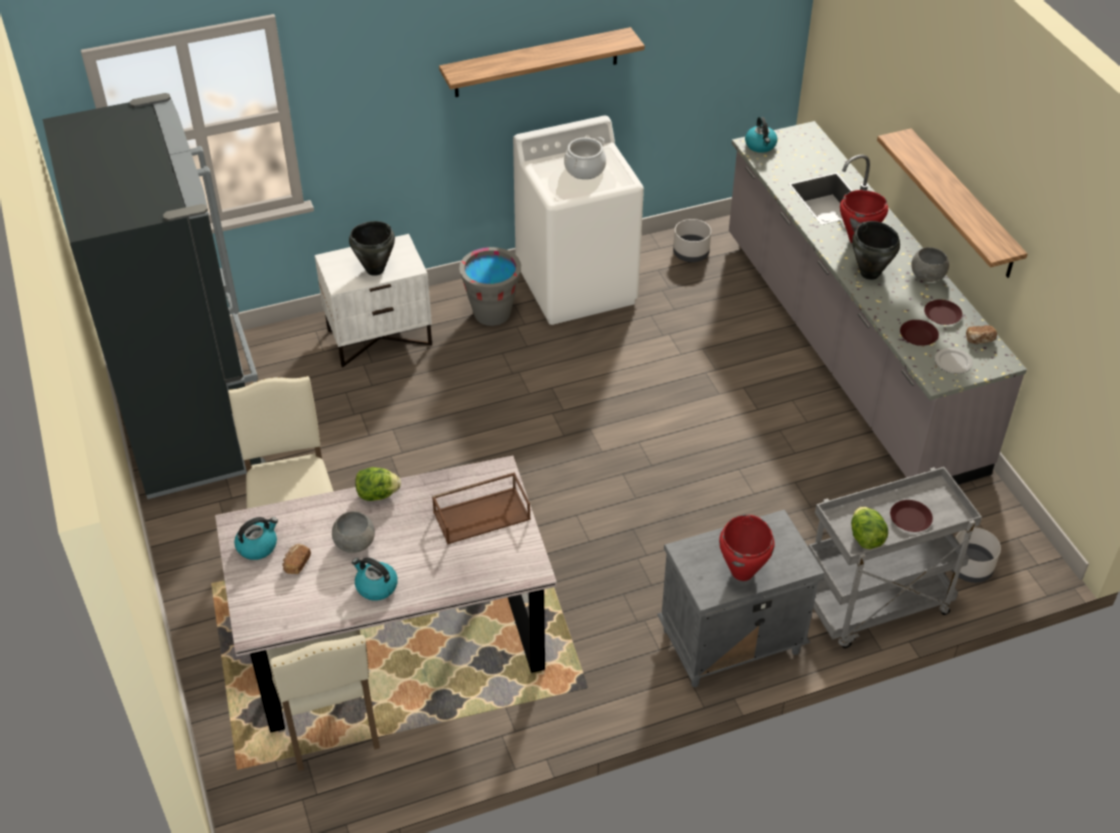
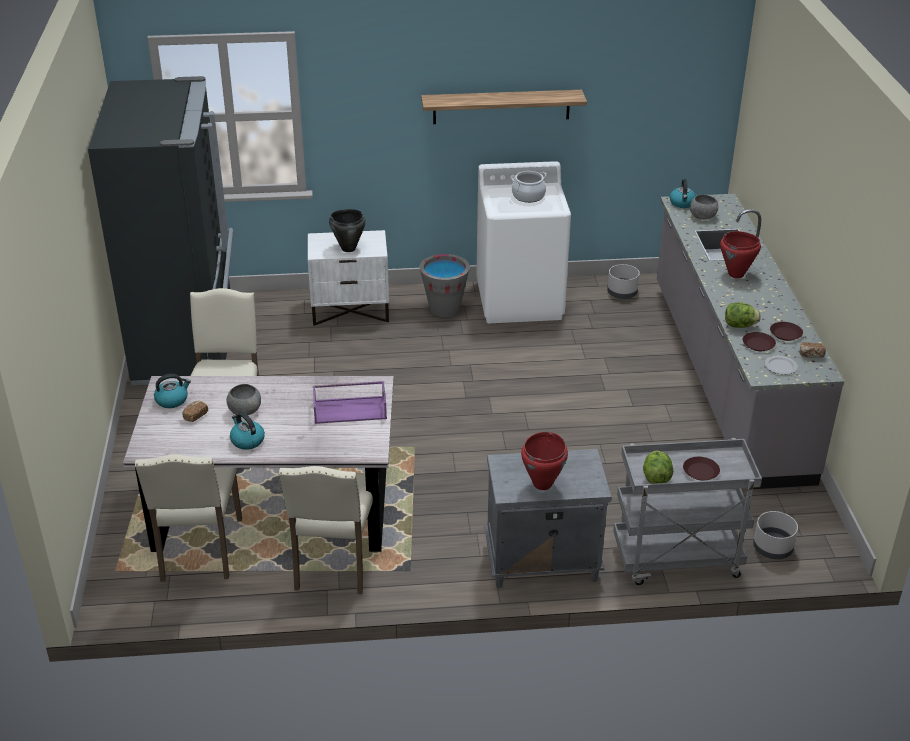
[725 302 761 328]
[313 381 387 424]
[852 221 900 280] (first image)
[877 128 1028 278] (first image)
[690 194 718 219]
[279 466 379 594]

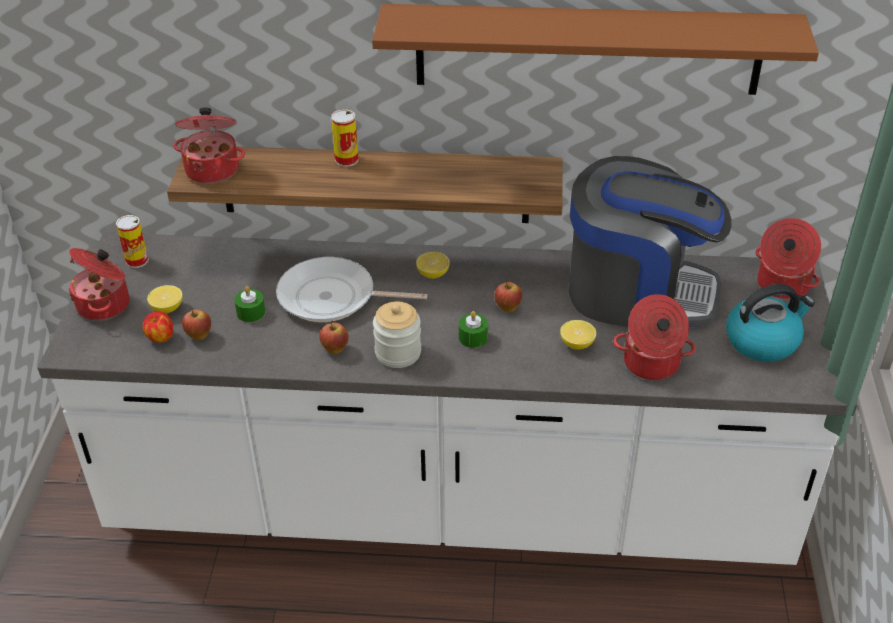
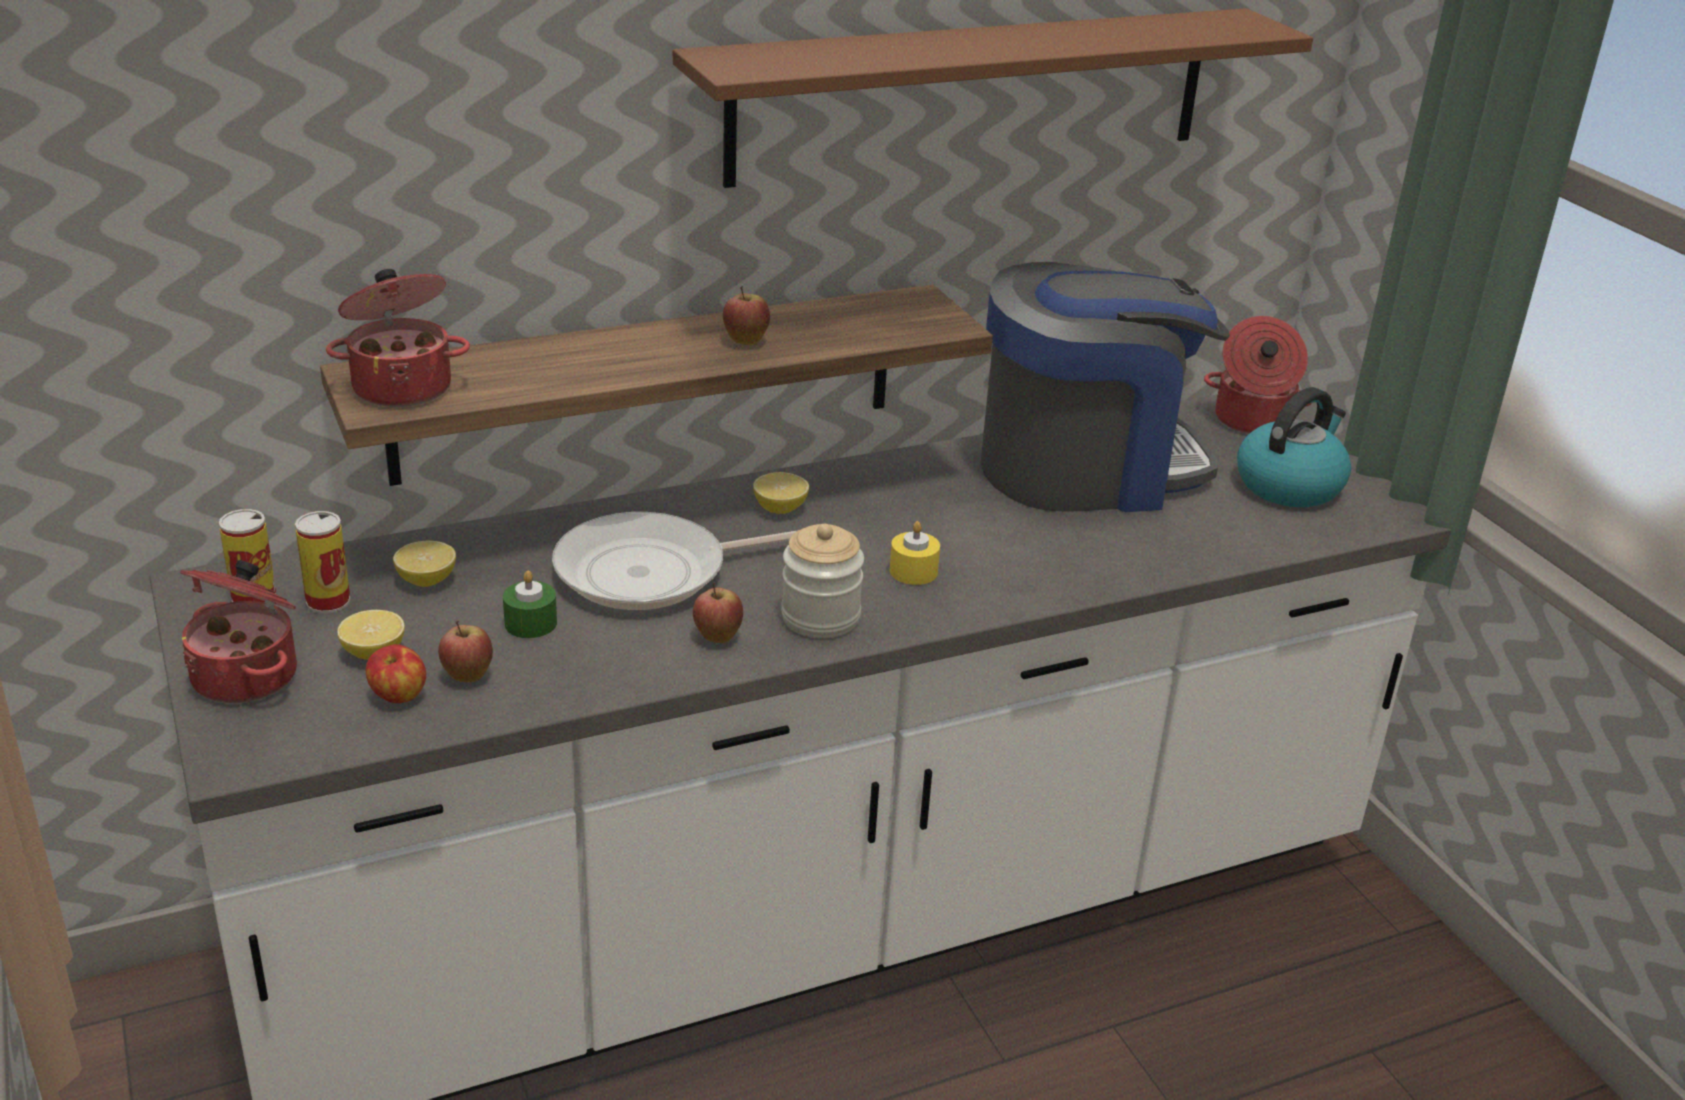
[295 511 351 614]
[890 521 940 585]
[723 286 770 345]
[393 541 456 587]
[614 294 696 380] (first image)

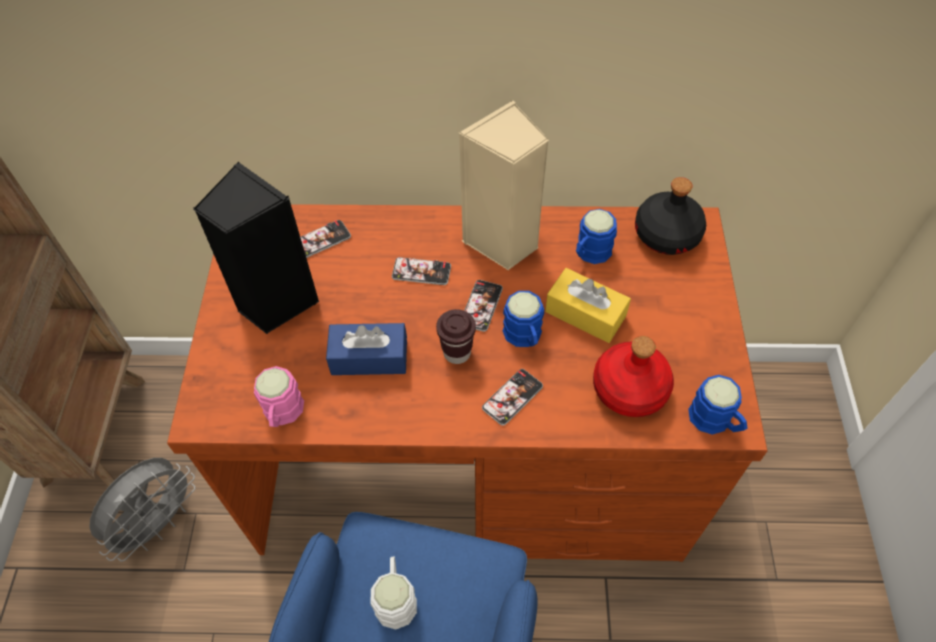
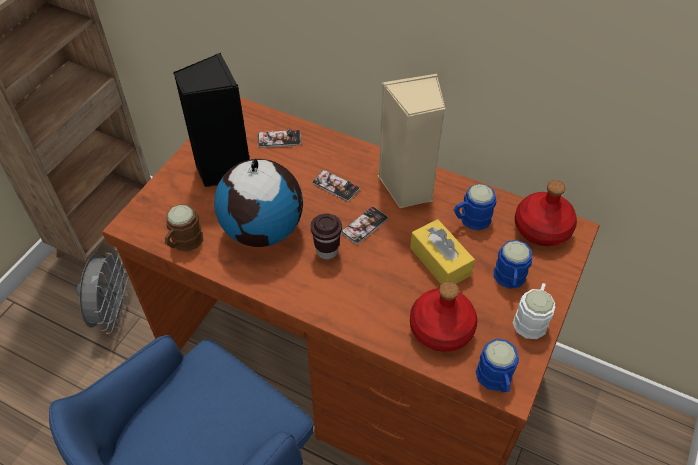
[76 249 129 334]
[165 204 203 251]
[214 159 303 247]
[513 283 555 339]
[482 369 543 426] (first image)
[494 240 532 289]
[515 180 577 246]

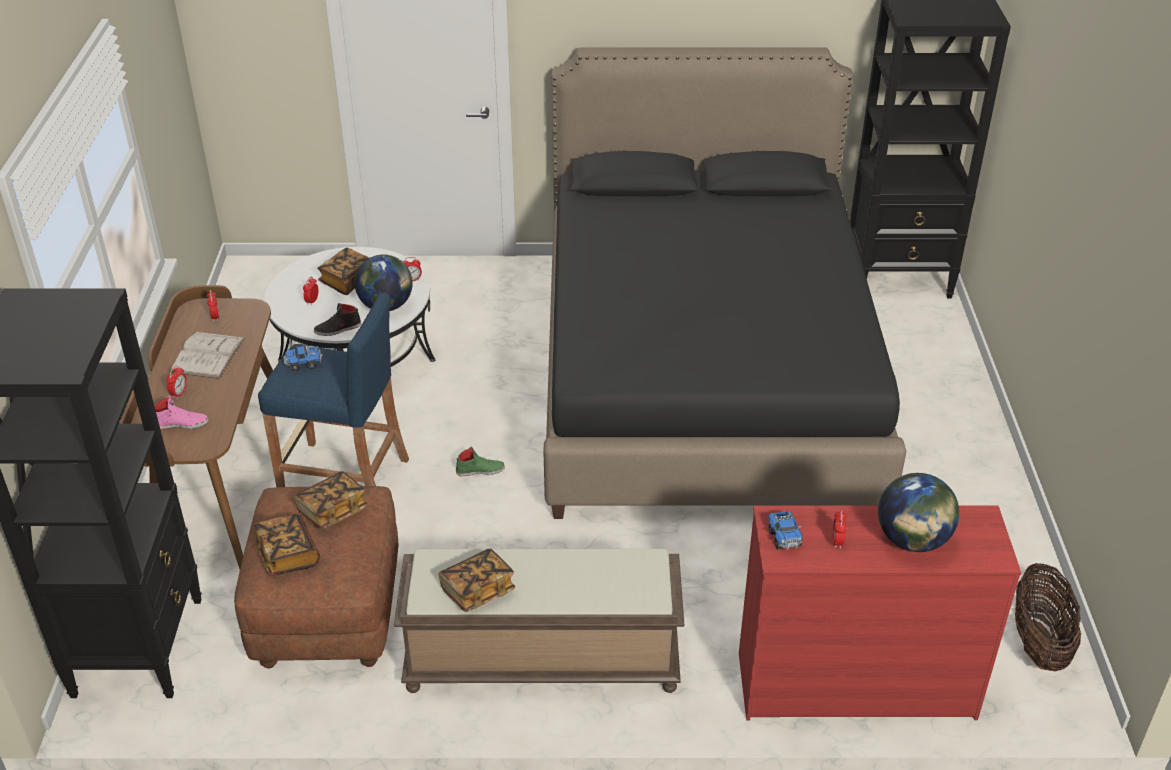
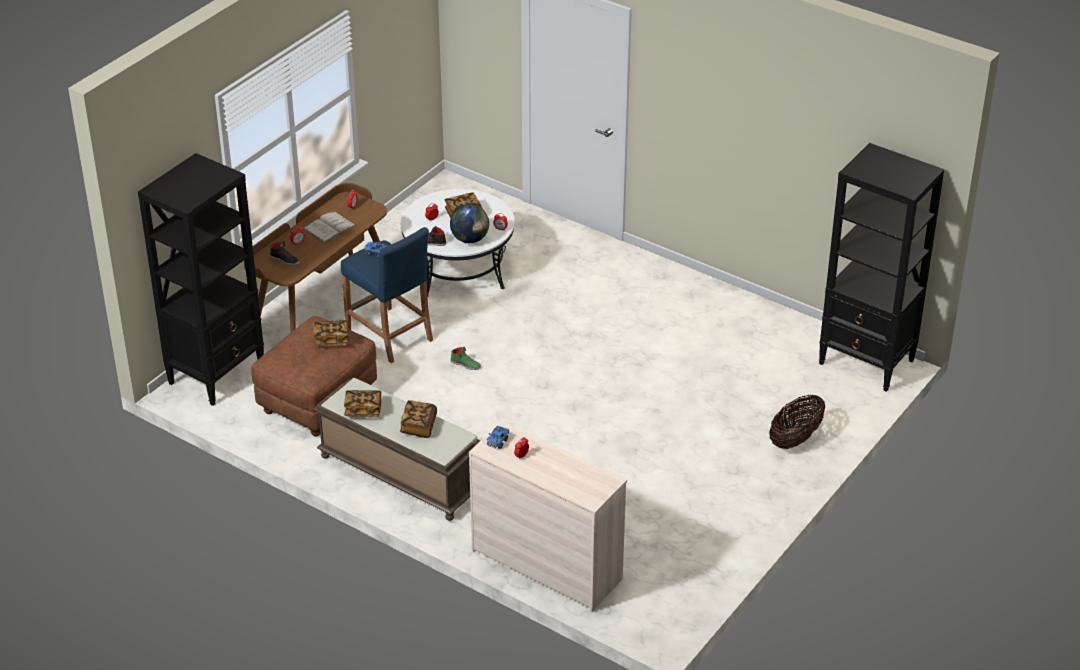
[270 242 299 265]
[400 400 437 438]
[543 47 906 519] (first image)
[469 422 627 612]
[878 473 959 552] (first image)
[769 394 825 449]

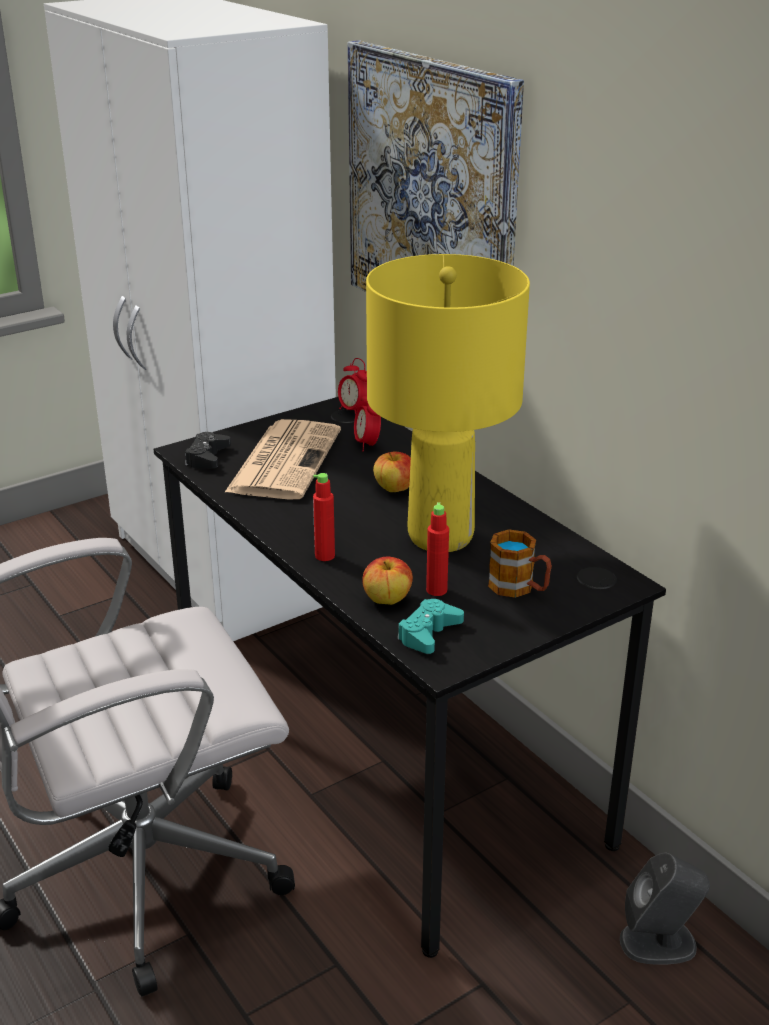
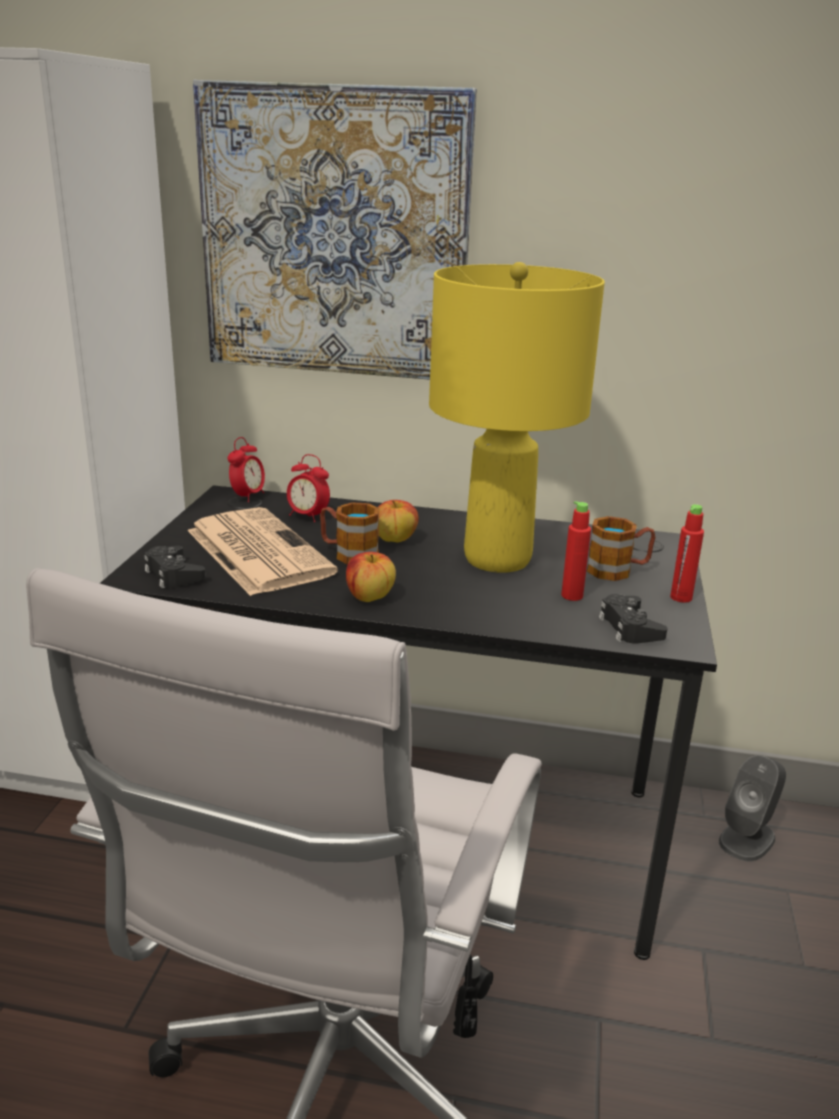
[670 504 704 603]
[227 437 265 502]
[346 552 396 602]
[599 594 667 644]
[320 502 380 565]

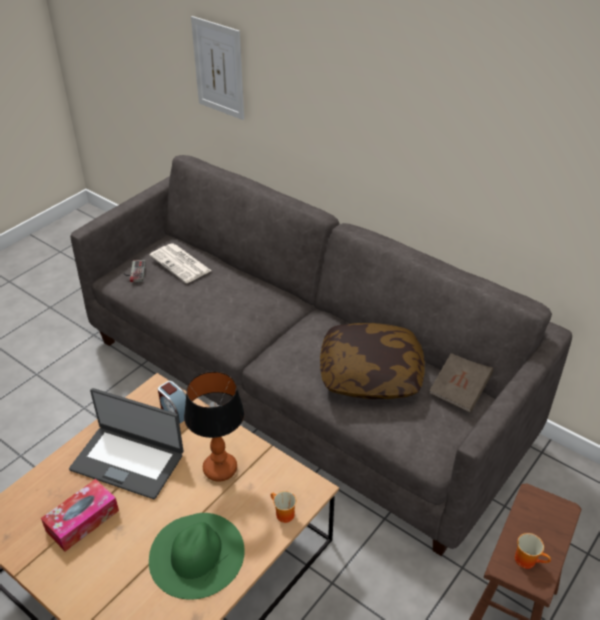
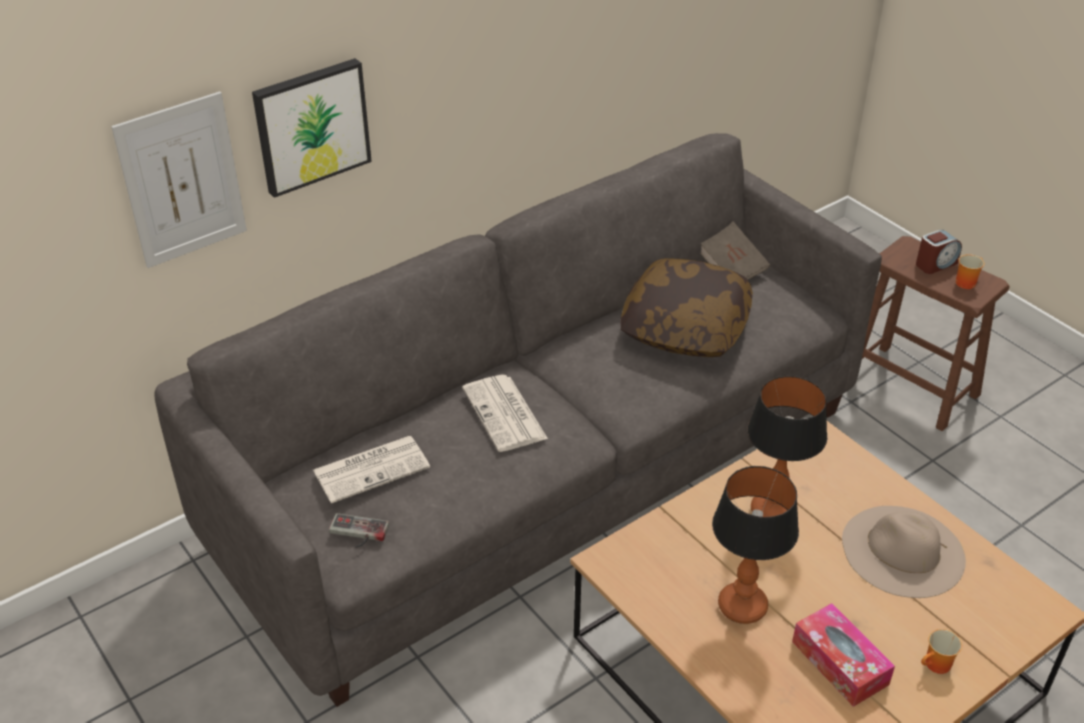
[712 466 799 624]
[842 506 966 598]
[916 229 962 274]
[921 629 962 674]
[252 58 372 198]
[462 375 548 452]

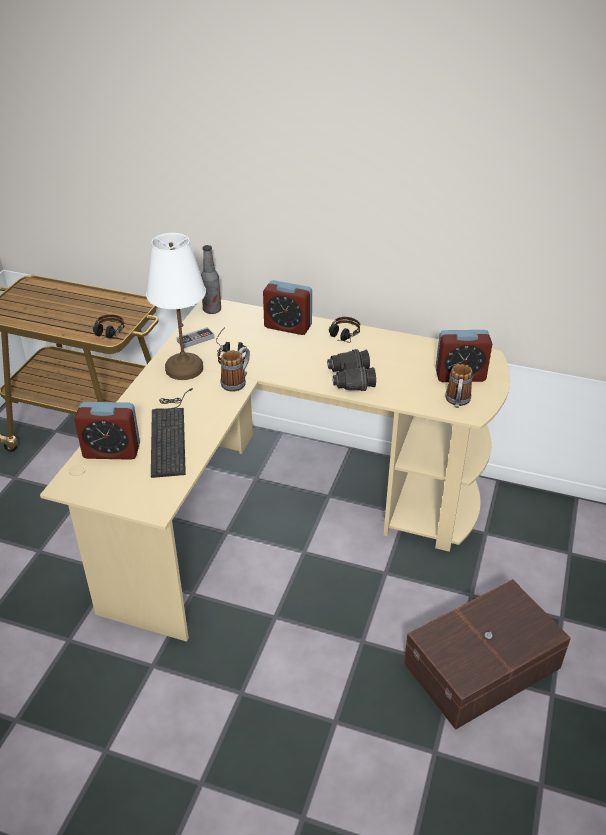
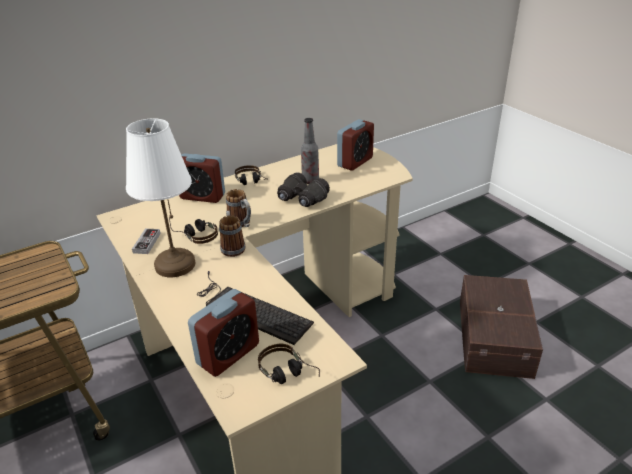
[258 344 320 384]
[301 118 319 184]
[179 153 225 203]
[226 189 251 227]

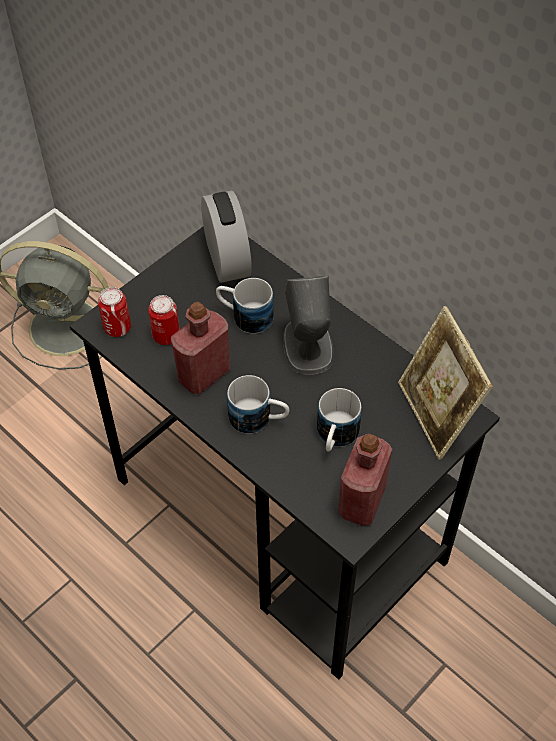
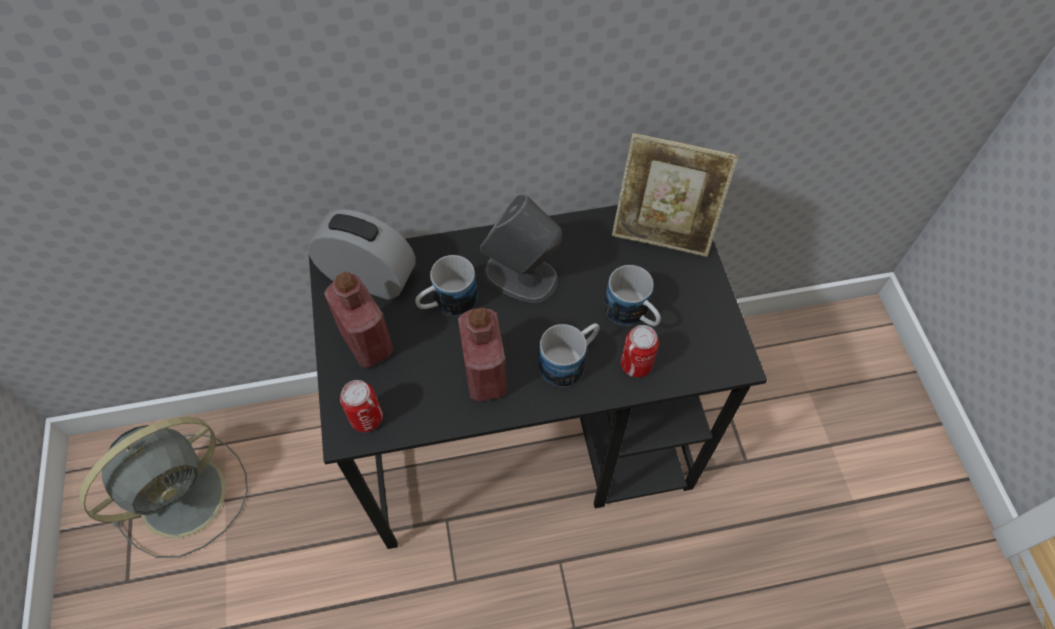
[621 325 659 377]
[324 272 394 367]

